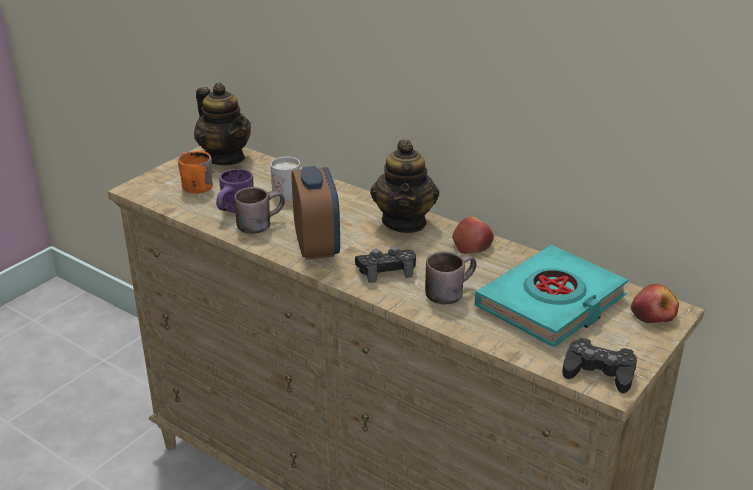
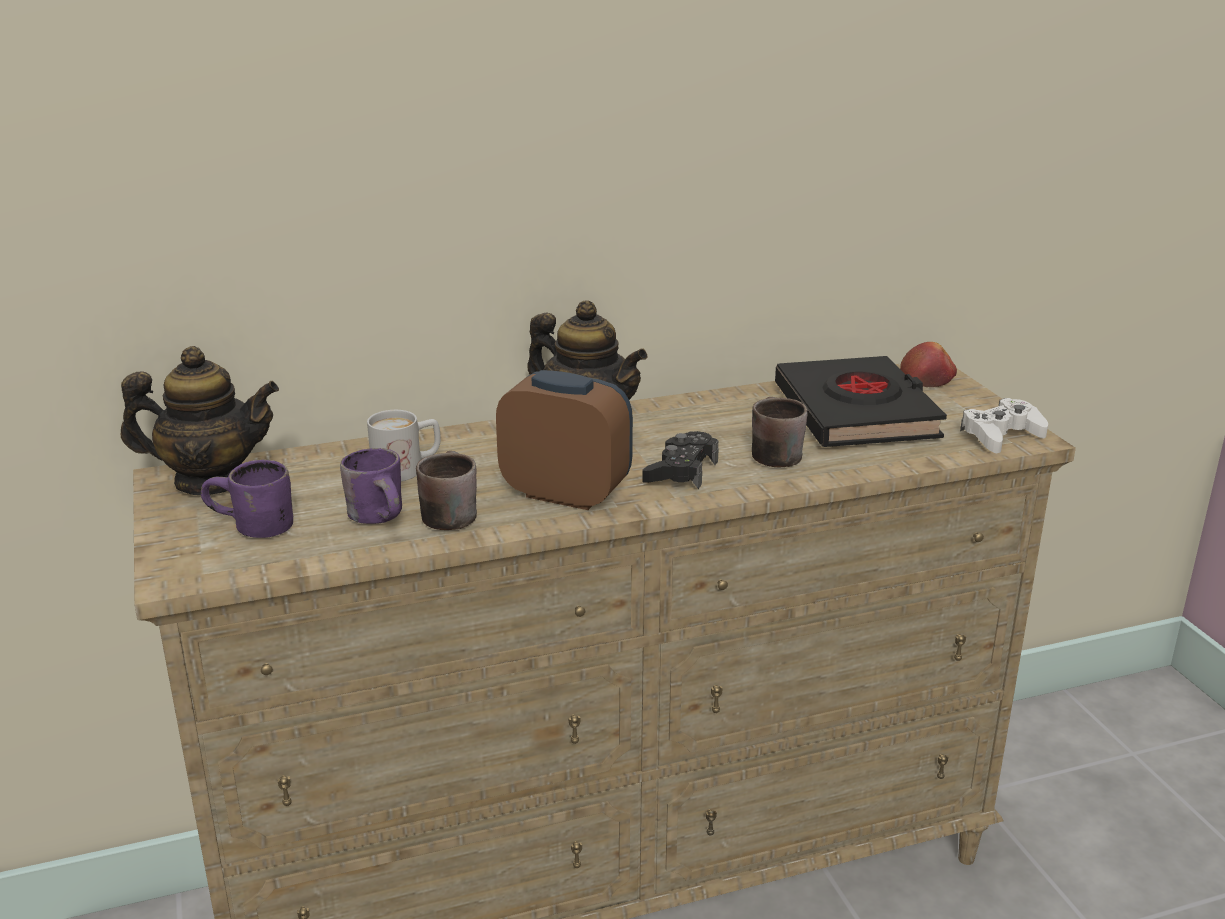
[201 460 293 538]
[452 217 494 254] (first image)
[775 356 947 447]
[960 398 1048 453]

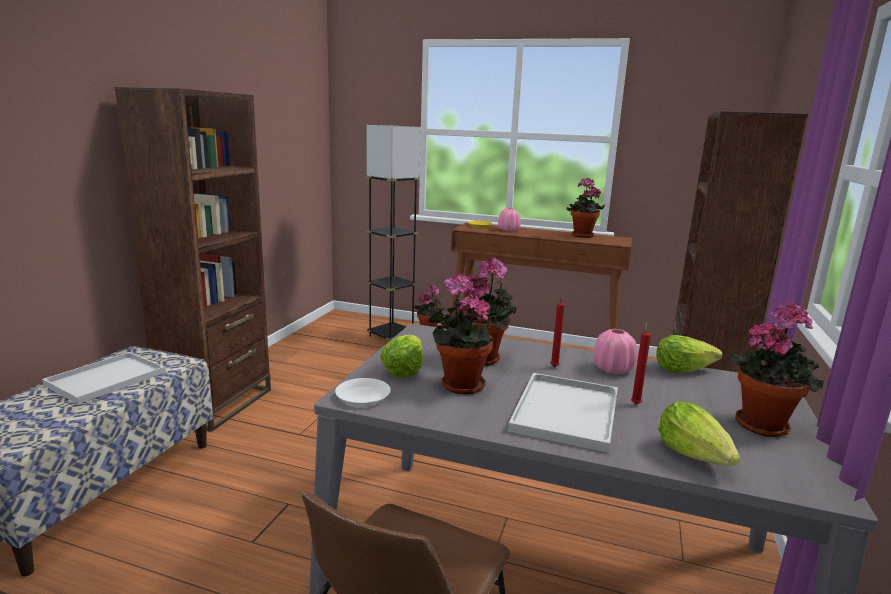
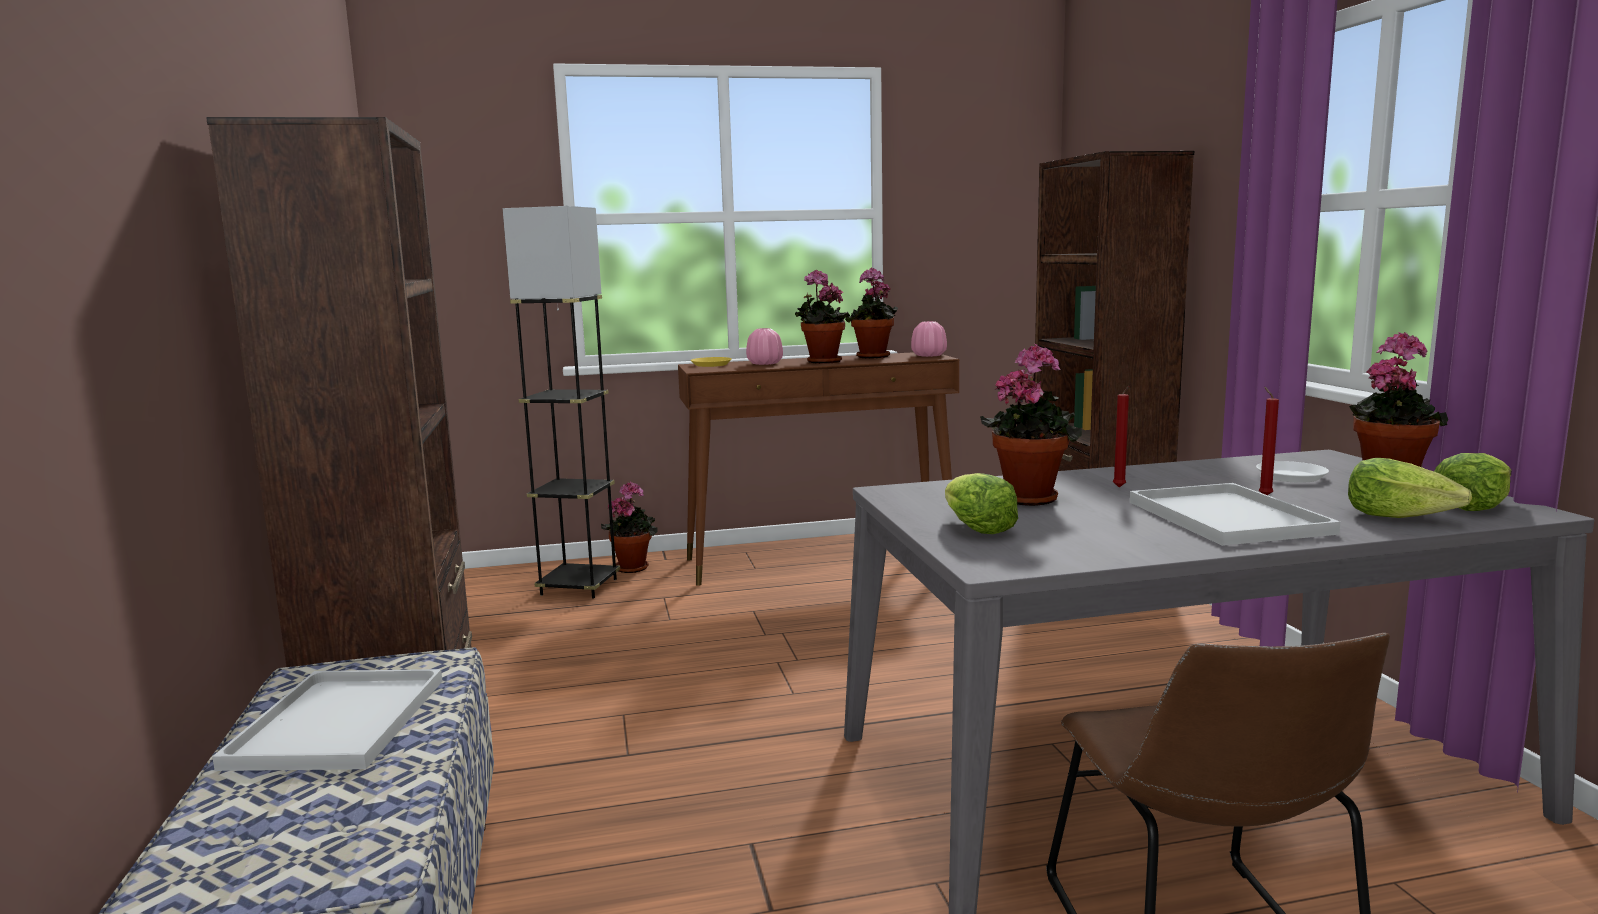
[1256 461 1329 483]
[795 270 850 364]
[911 321 947 357]
[1434 453 1512 511]

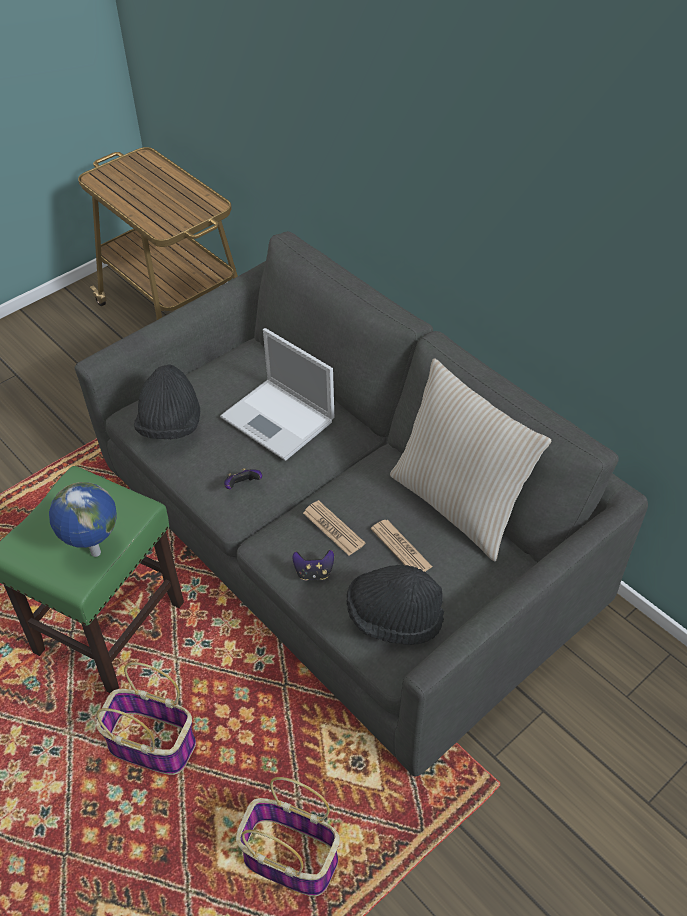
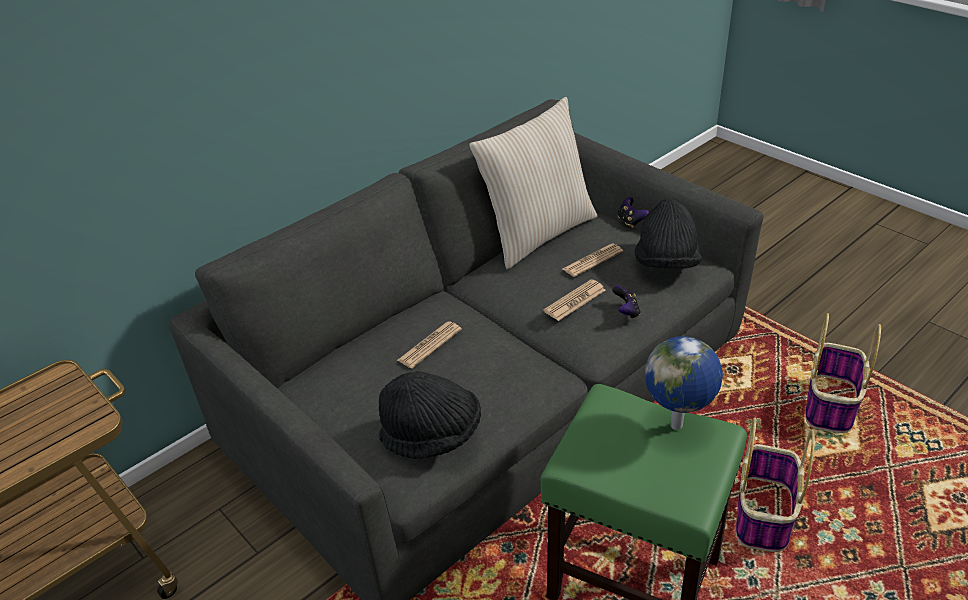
[397 321 462 369]
[618 197 649 228]

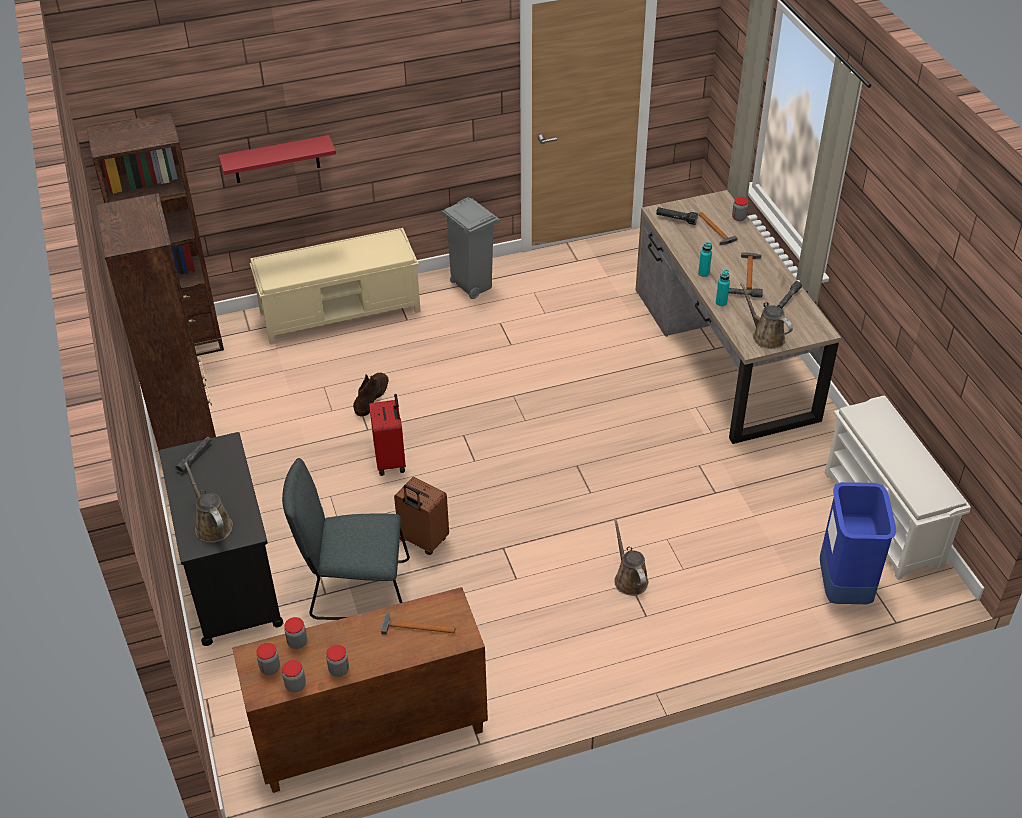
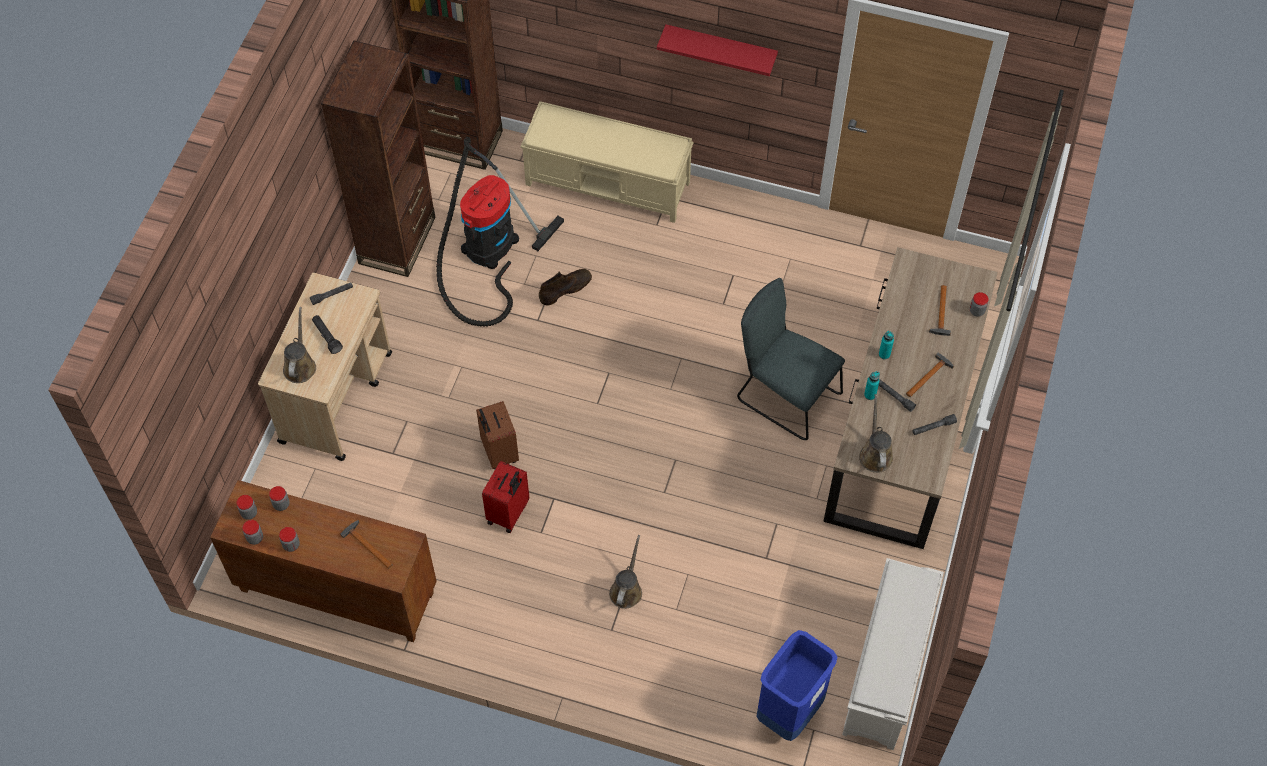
[258 273 392 461]
[657 24 778 76]
[737 278 845 440]
[482 461 529 533]
[441 197 500 299] (first image)
[312 315 343 354]
[436 137 564 327]

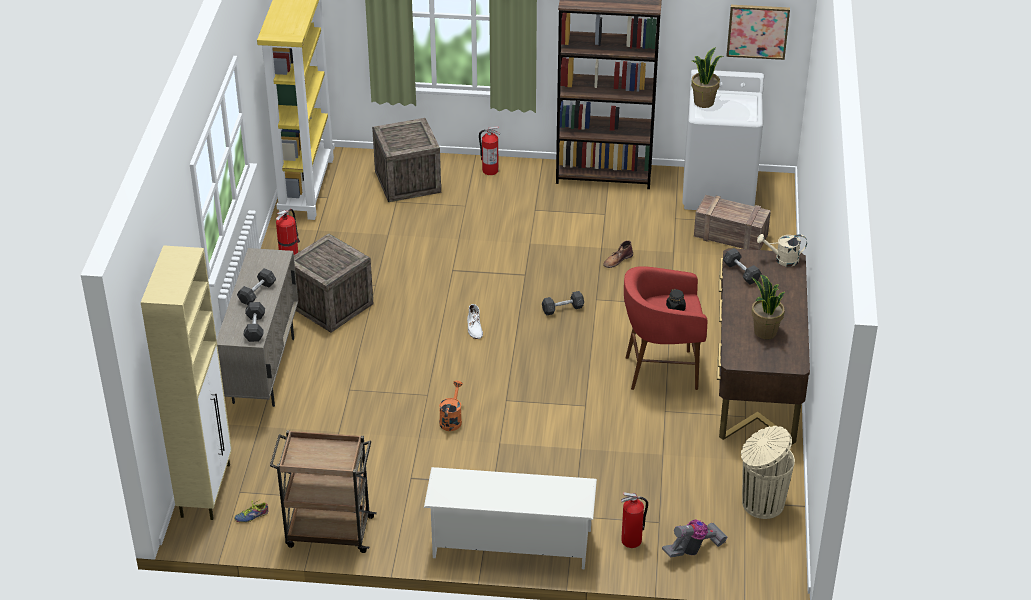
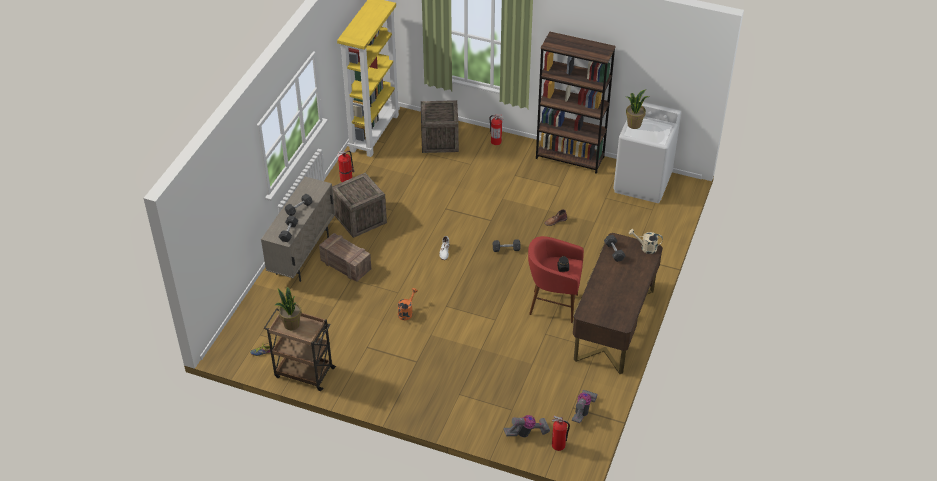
[141 245 232 520] (first image)
[424 467 597 569] (first image)
[552 416 570 451]
[319 233 371 282]
[727 5 790 60] (first image)
[572 390 598 423]
[274 287 301 330]

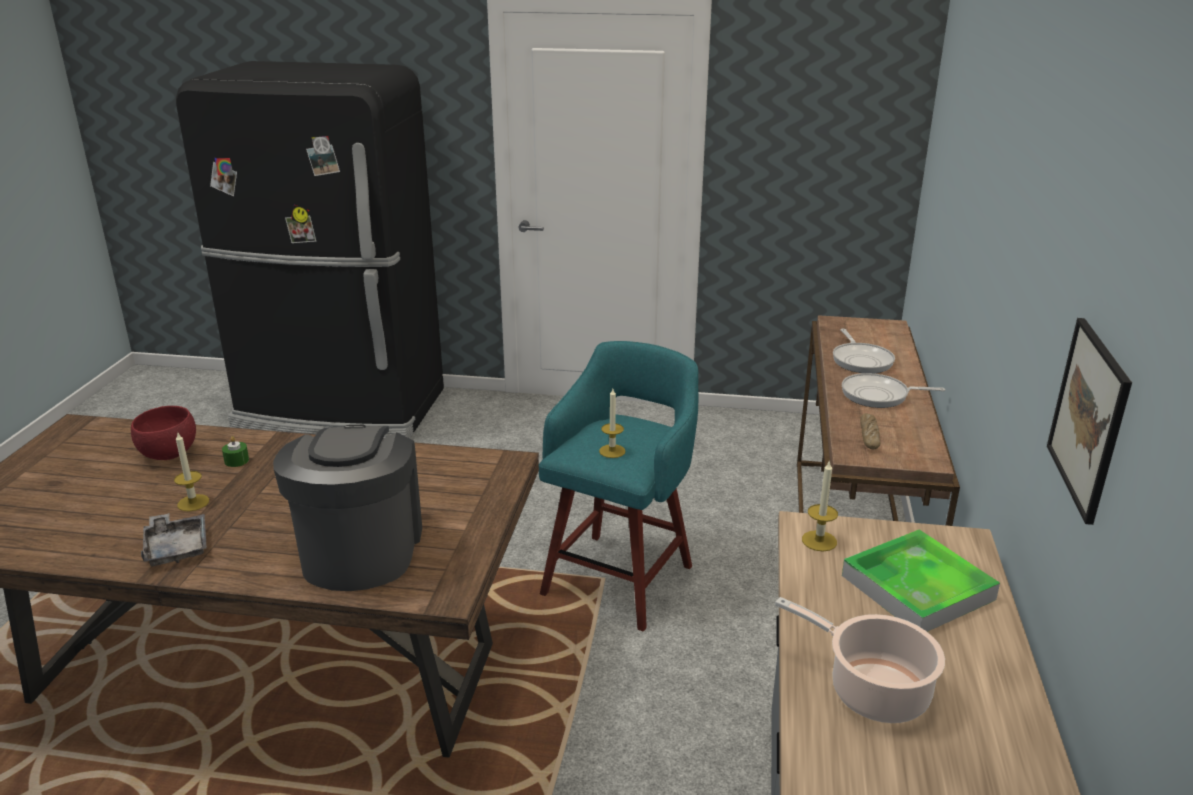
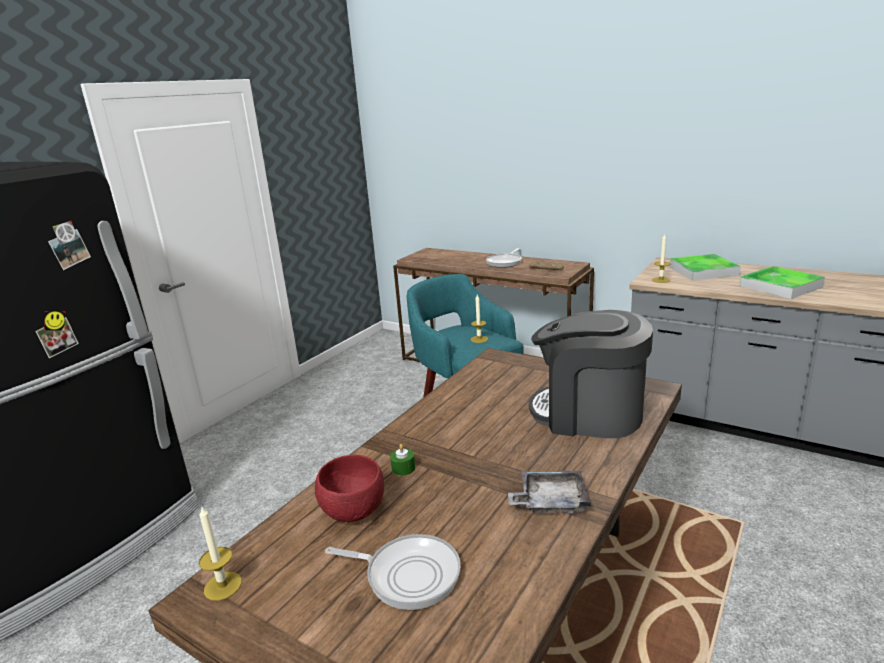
[199 507 242 601]
[740 266 825 299]
[325 534 461 610]
[1047 318 1132 525] (first image)

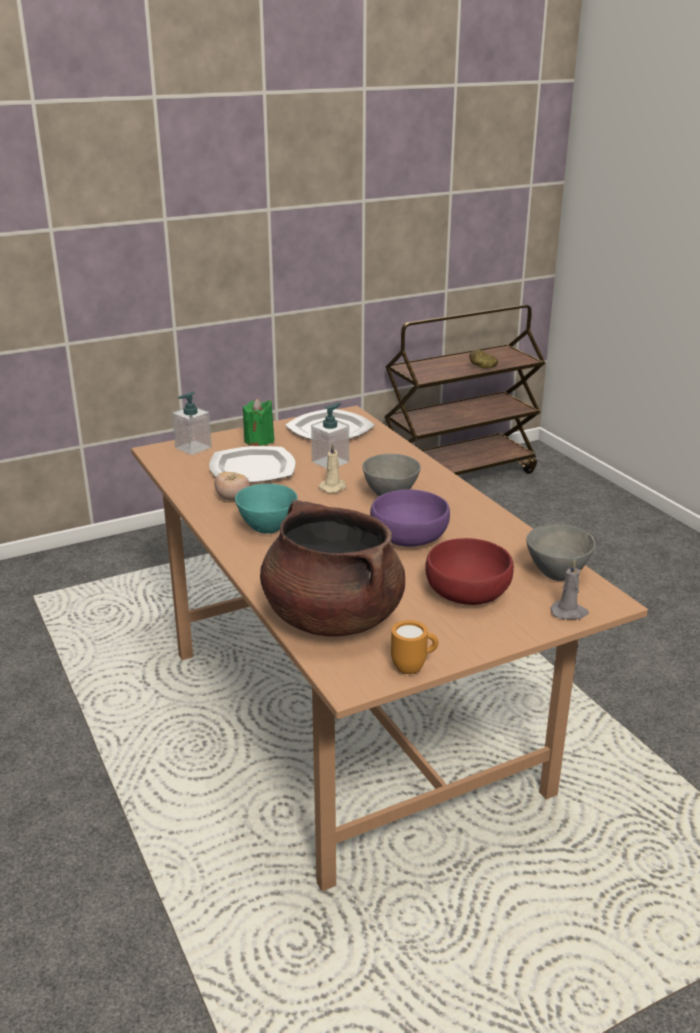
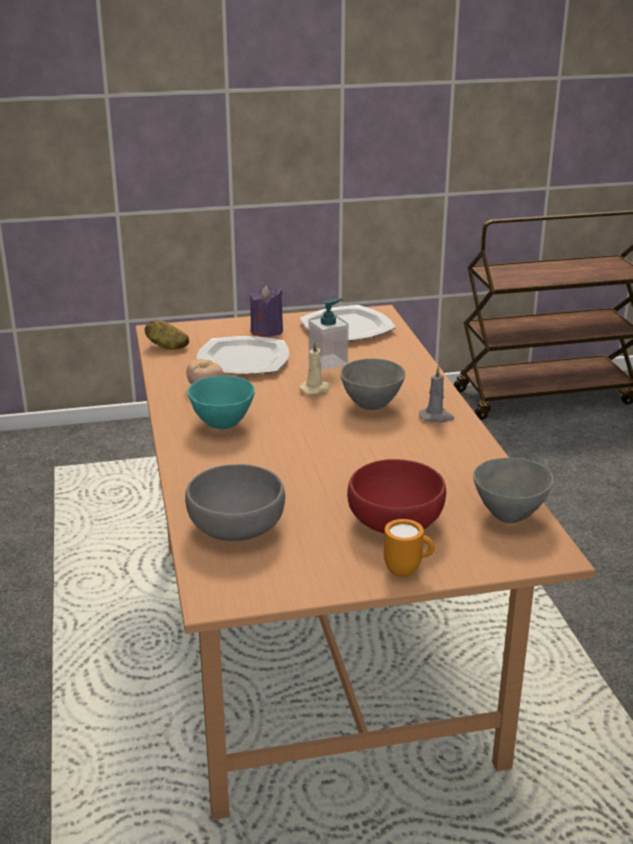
[172 392 212 455] (first image)
[250 286 283 337]
[185 464 285 541]
[370 489 450 547] (first image)
[384 519 435 577]
[145 320 189 350]
[419 365 454 422]

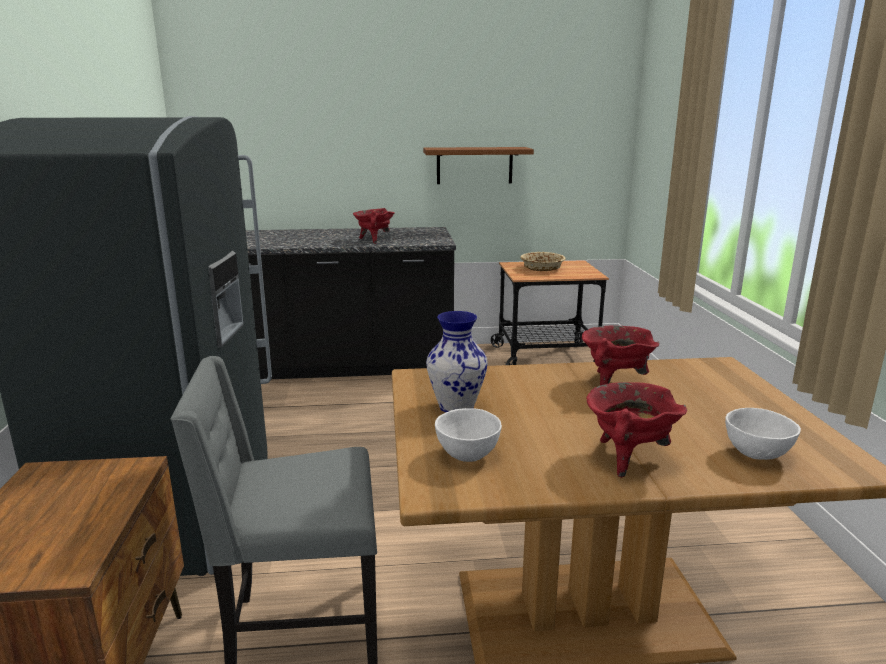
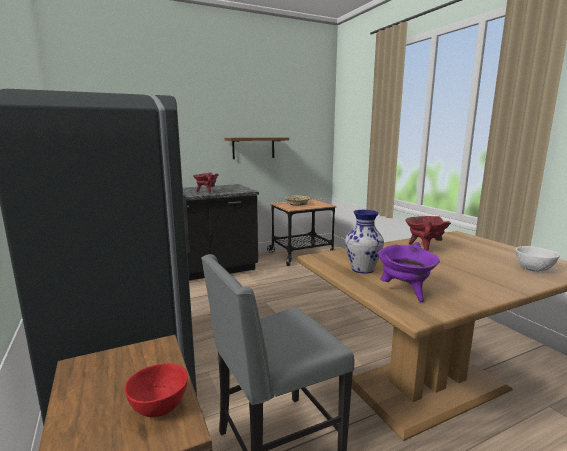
[377 242 440 302]
[587 382 687 478] (first image)
[125 363 188 417]

